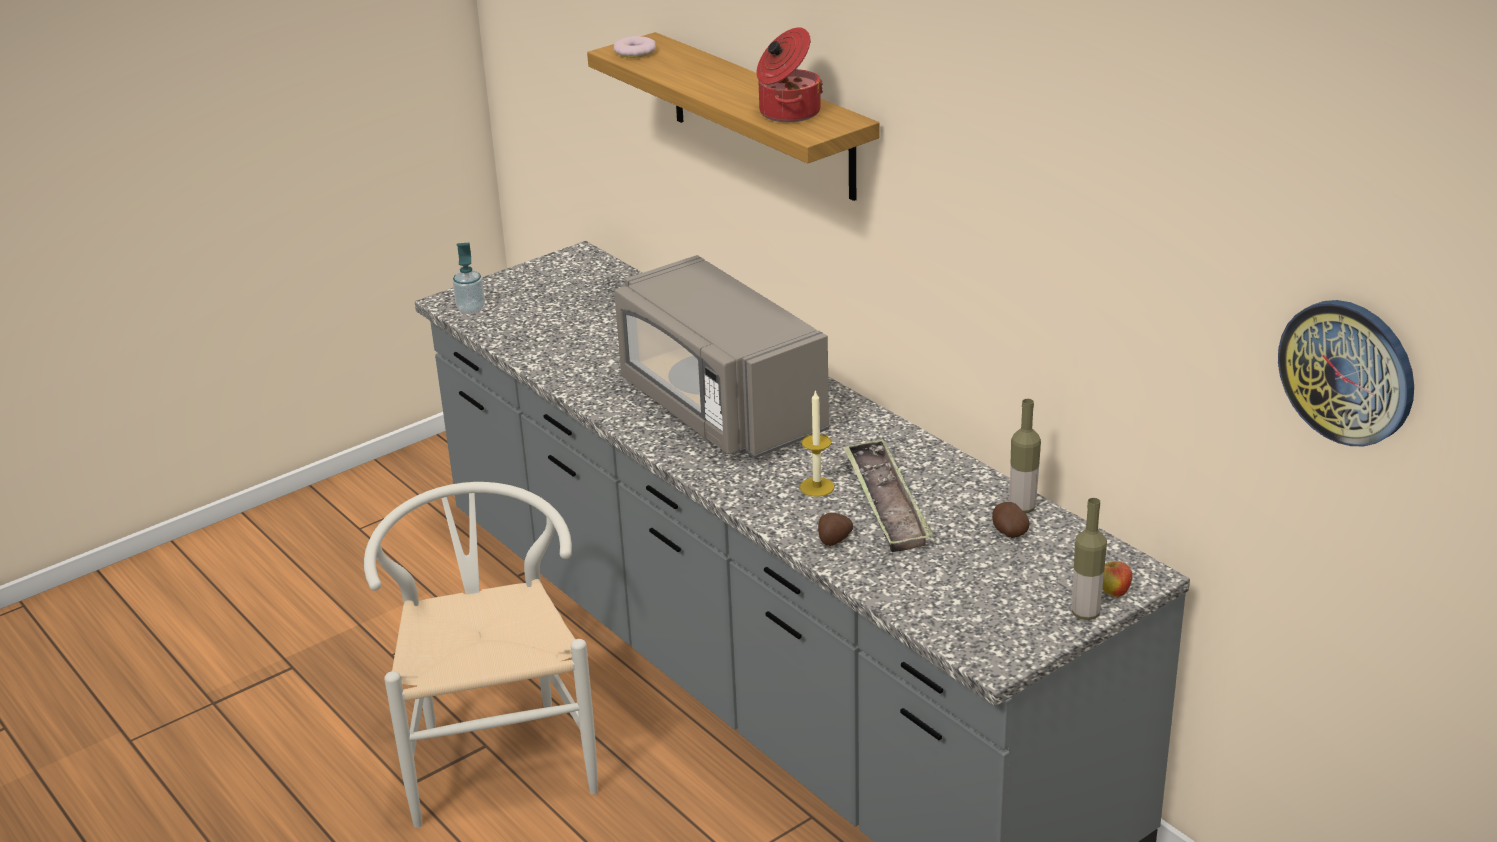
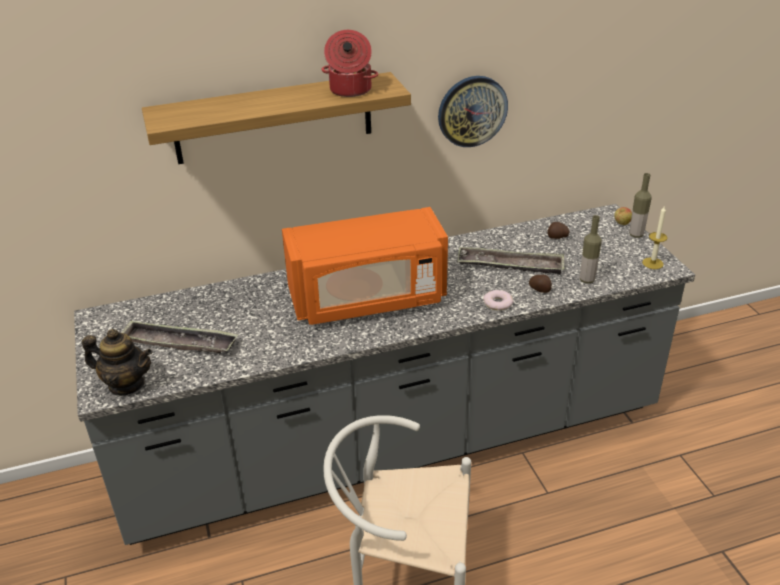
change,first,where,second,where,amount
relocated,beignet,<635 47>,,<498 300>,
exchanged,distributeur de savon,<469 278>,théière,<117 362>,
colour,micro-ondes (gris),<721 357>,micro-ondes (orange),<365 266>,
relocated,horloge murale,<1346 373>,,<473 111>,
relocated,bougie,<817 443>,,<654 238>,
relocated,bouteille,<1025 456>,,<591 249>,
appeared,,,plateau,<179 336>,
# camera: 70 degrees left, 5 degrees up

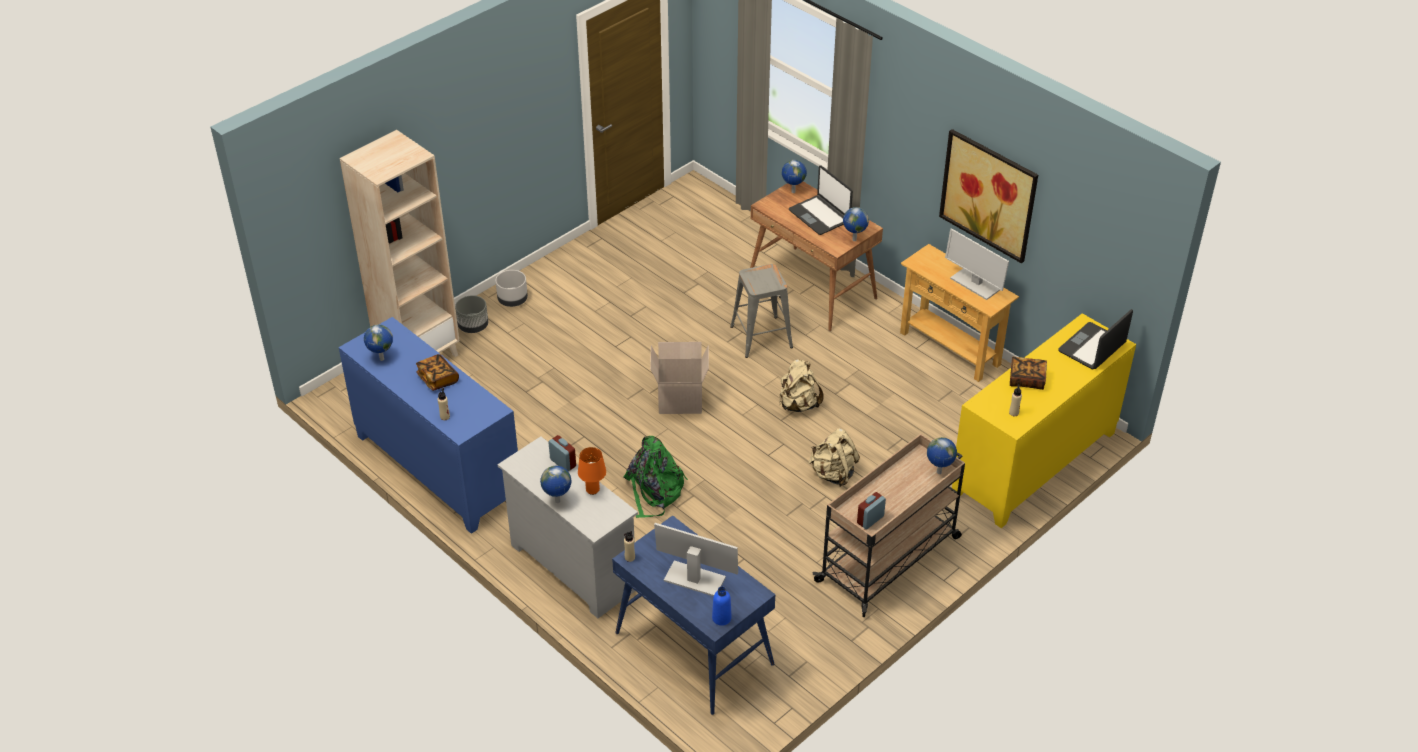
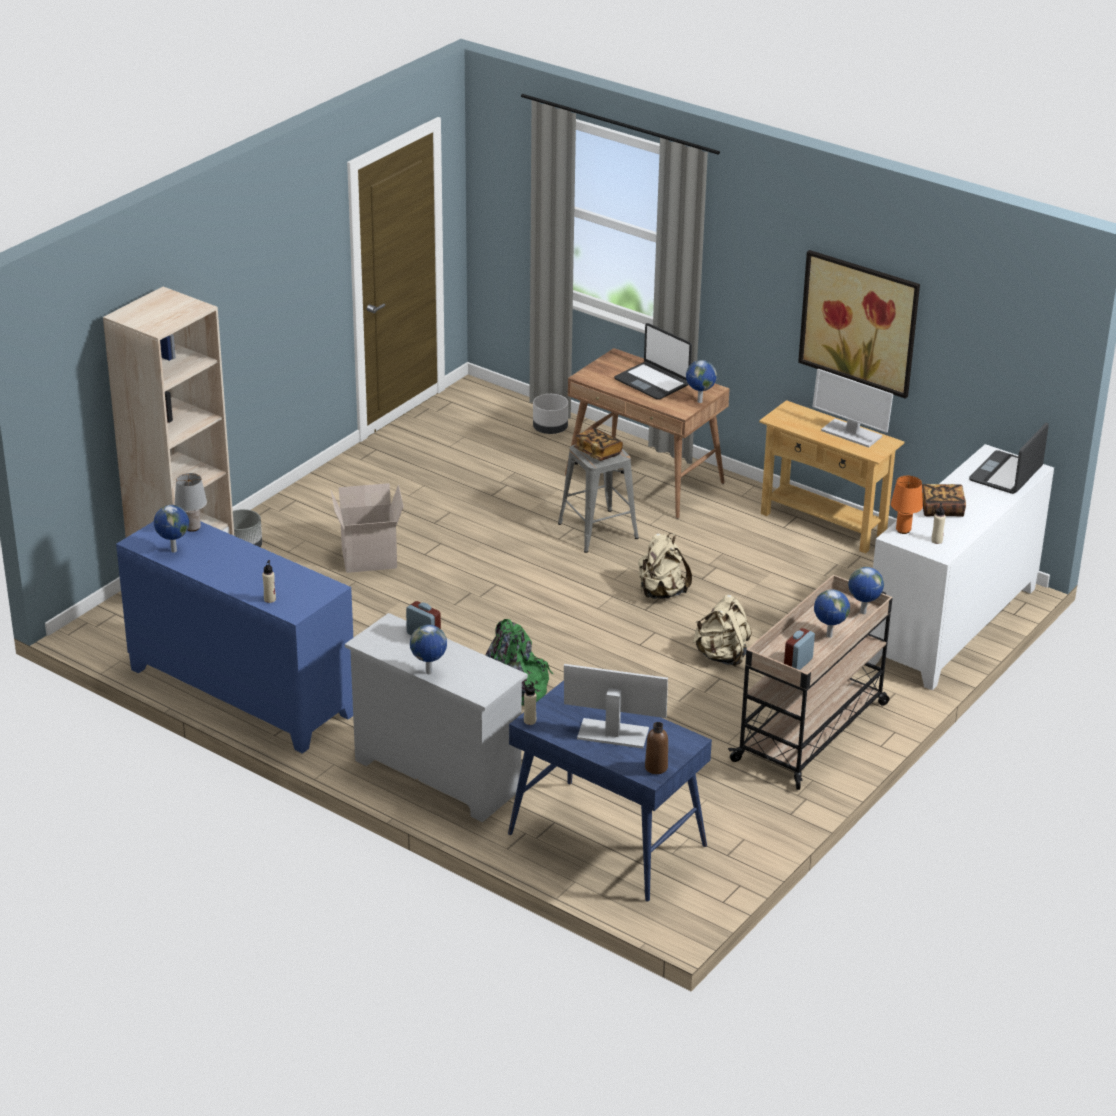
change,first,where,second,where,amount
relocated,globe,<794 176>,,<832 613>,
relocated,cache-pot (gris),<511 288>,,<550 414>,
colour,meuble de rangement (jaune),<1044 420>,meuble de rangement (blanc),<961 567>,
relocated,carton,<679 378>,,<367 528>,
relocated,livre,<437 372>,,<598 444>,
relocated,lampe de table (orange),<592 471>,,<907 505>,
colour,bouteille (bleu),<722 606>,bouteille (marron),<656 748>,
appeared,,,lampe de table (gris),<191 502>,
# camera: 10 degrees left, 10 degrees down

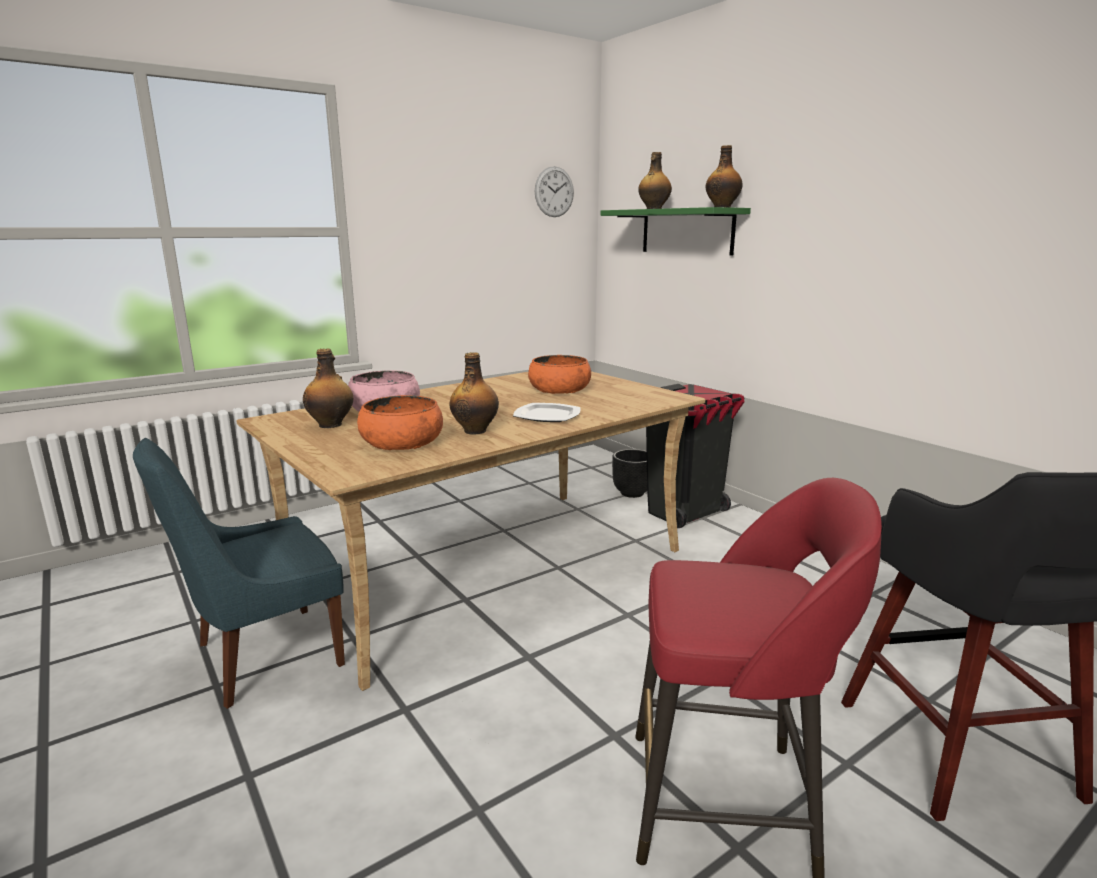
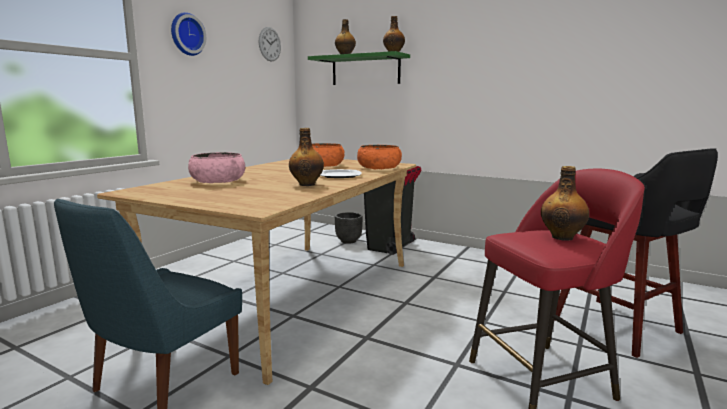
change,first,where,second,where,amount
relocated,bouteille,<328 388>,,<565 203>,
relocated,bol (orange),<400 422>,,<379 157>,
appeared,,,horloge murale,<188 34>,
# camera: 25 degrees left, 5 degrees down

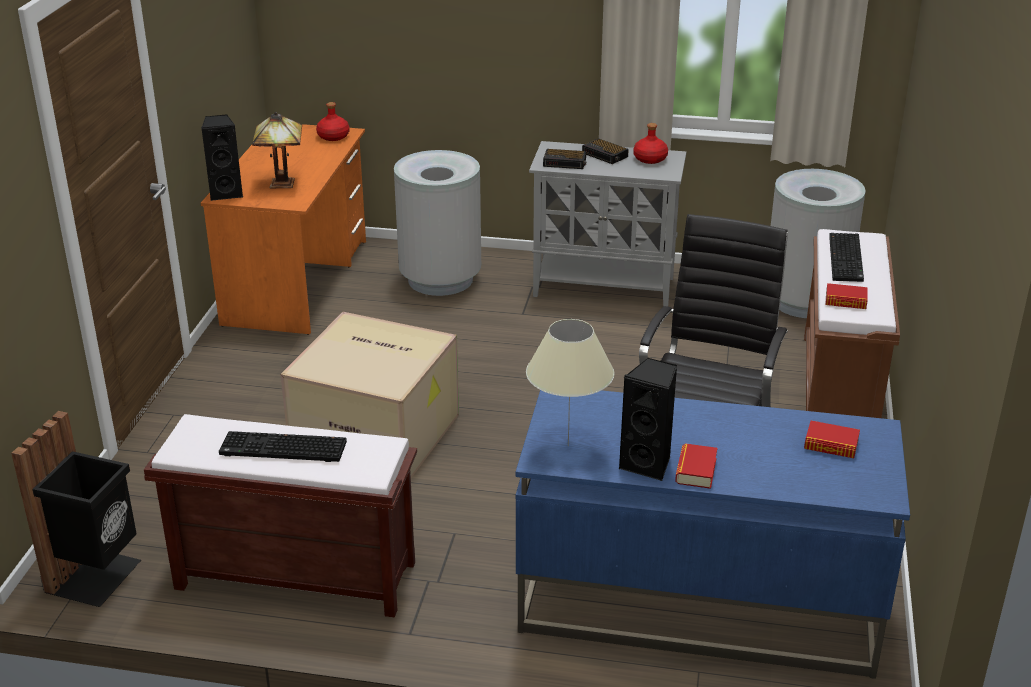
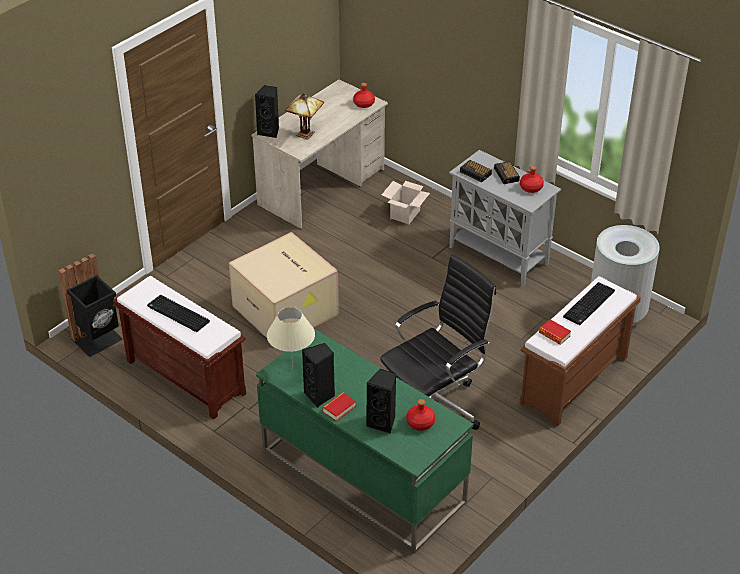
change,first,where,second,where,amount
colour,bureau (orange),<283 229>,bureau (beige),<319 154>,
exchanged,poubelle (gris),<437 223>,carton,<406 202>,
colour,bureau (bleu),<713 534>,bureau (vert),<365 441>,
exchanged,livre,<832 439>,bouteille (rouge),<420 415>,
appeared,,,enceinte (noir),<381 401>,
# camera: 30 degrees right, 10 degrees up

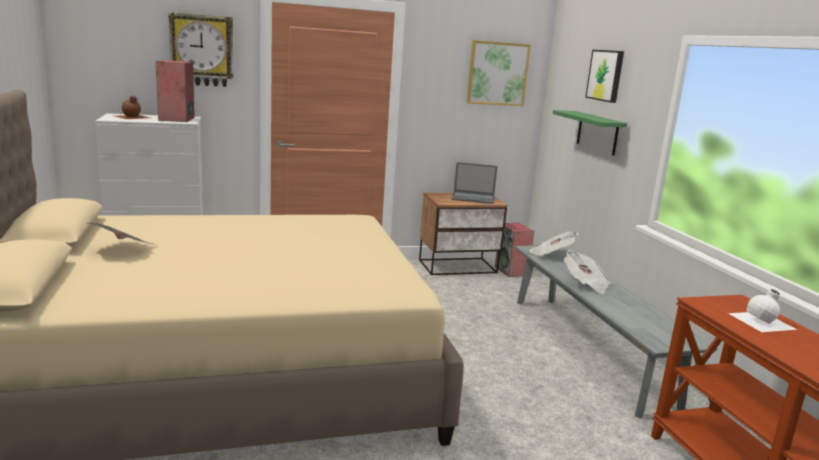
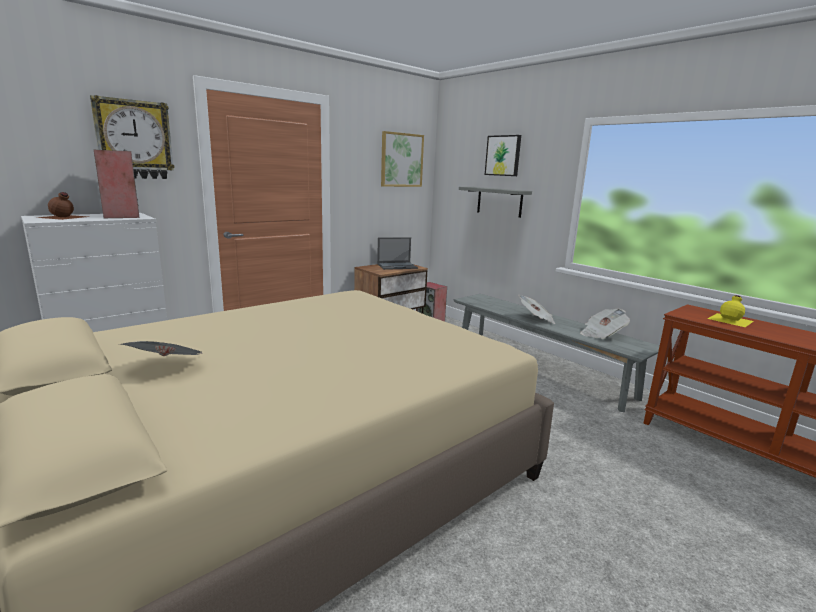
change,first,where,second,where,amount
colour,étagère (vert),<590 133>,étagère (gris),<495 202>,
relocated,journal,<554 243>,,<605 324>,
colour,bouteille (blanc),<762 310>,bouteille (jaune),<730 311>,
# camera: 25 degrees left, 0 degrees up

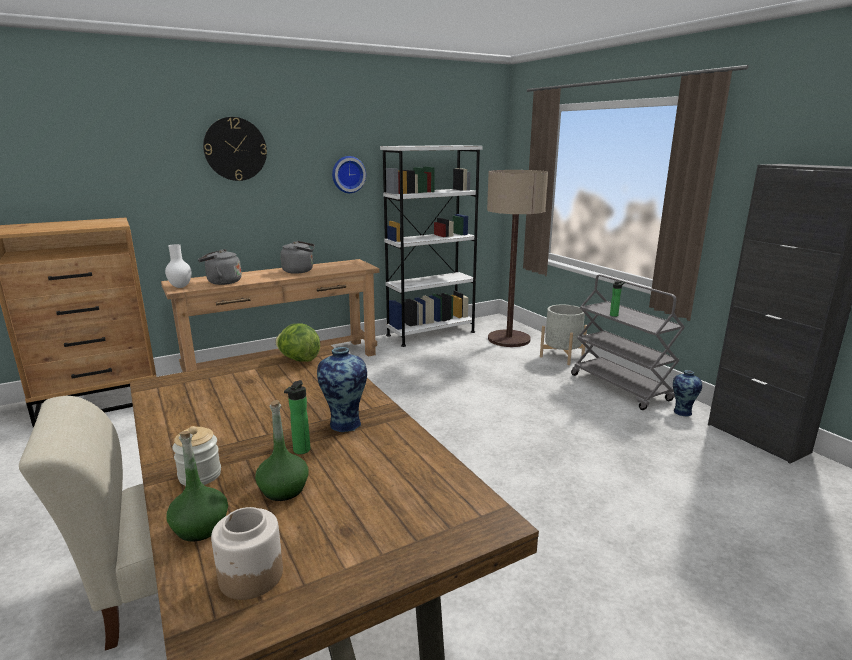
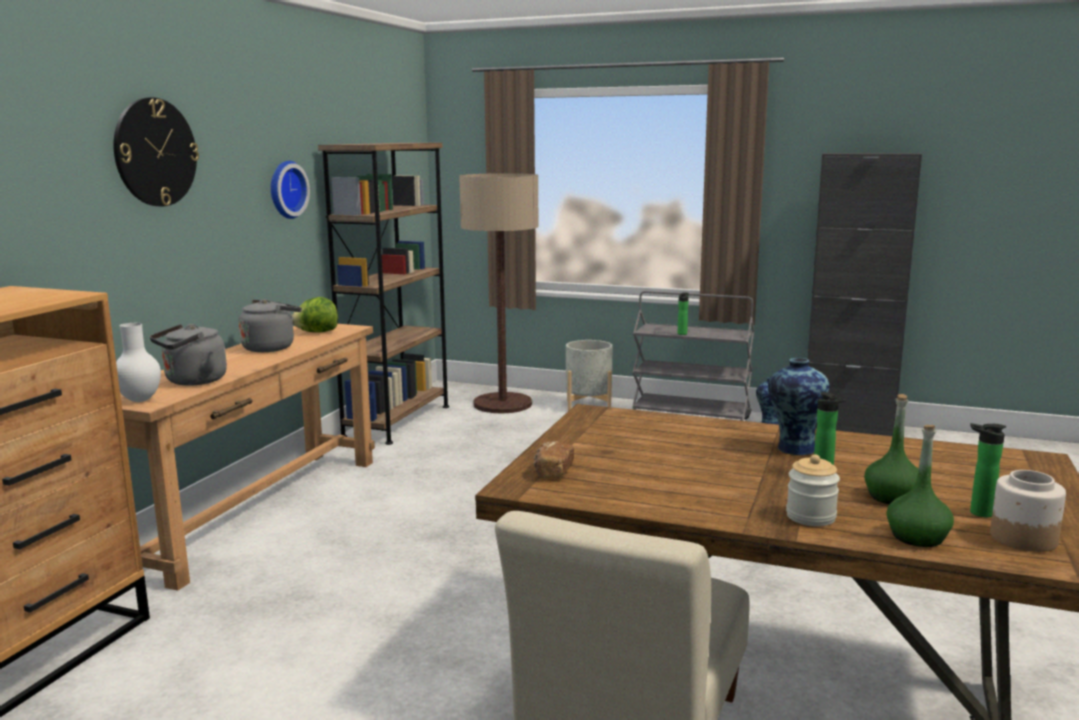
change,first,where,second,where,amount
colour,bibliothèque (blanc),<431 246>,bibliothèque (marron),<383 294>,
relocated,laitue,<297 343>,,<315 315>,
appeared,,,bouteille,<988 470>,
appeared,,,pain,<554 459>,
# camera: 40 degrees left, 5 degrees down

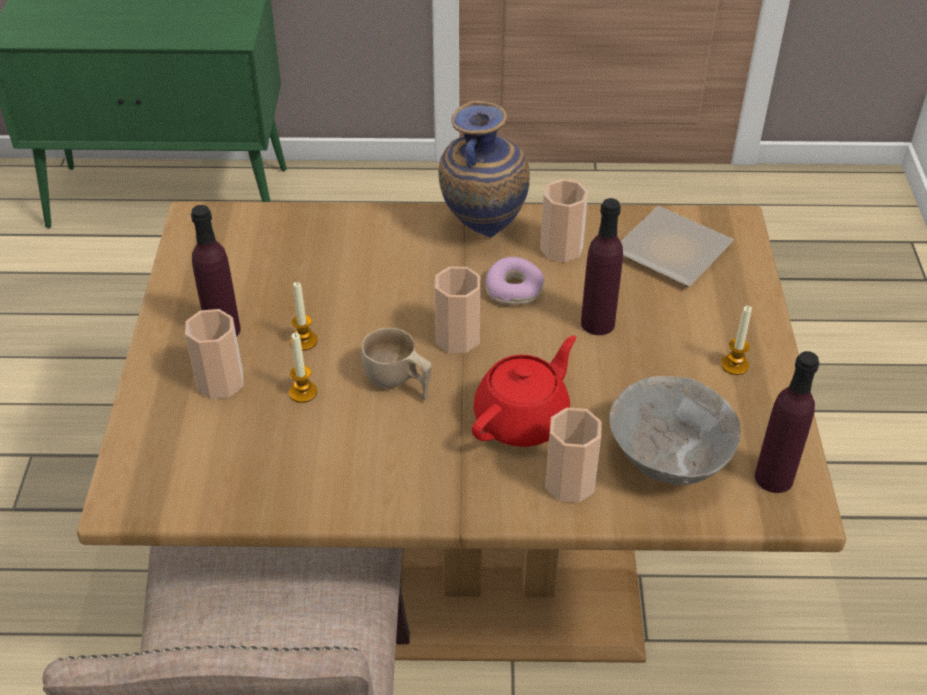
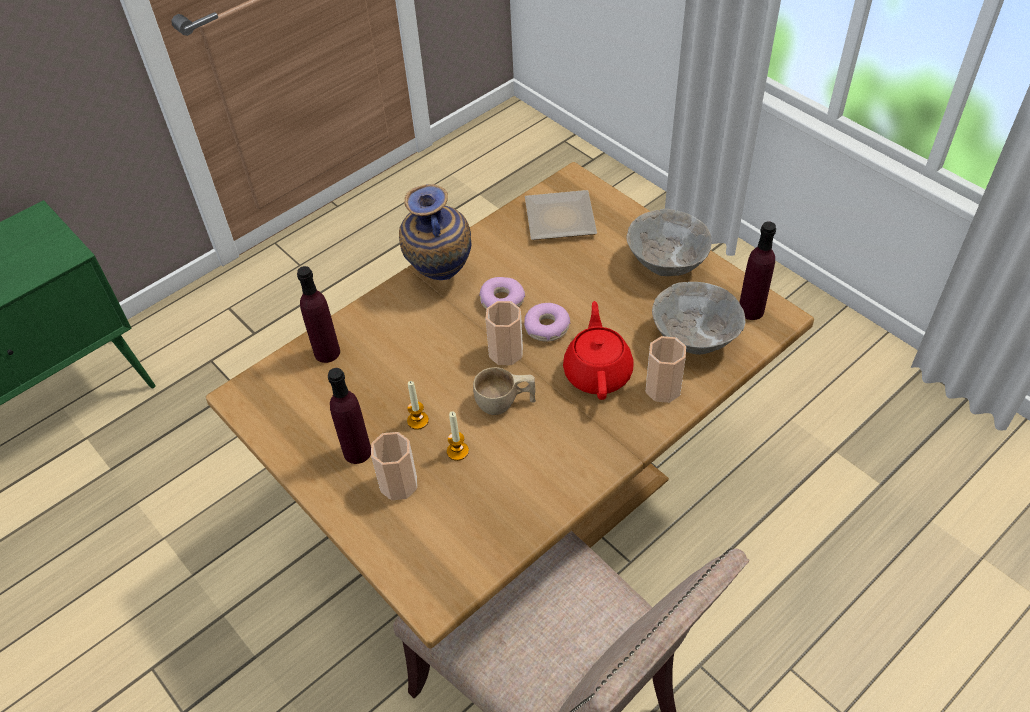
change,first,where,second,where,amount
missing,tasse,<564 220>,,,
relocated,bouteille (violet),<602 266>,,<318 314>,
exchanged,bougie,<736 340>,bol (gris),<669 242>,
appeared,,,beignet,<547 322>,
# camera: 40 degrees left, 5 degrees up

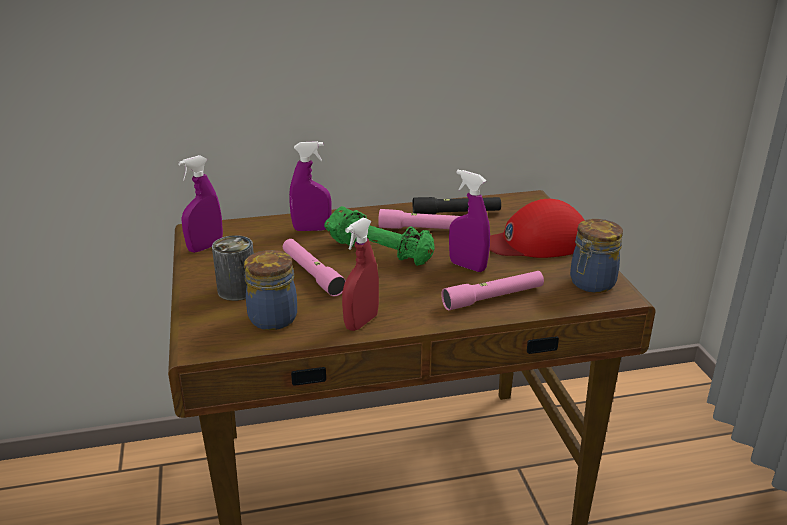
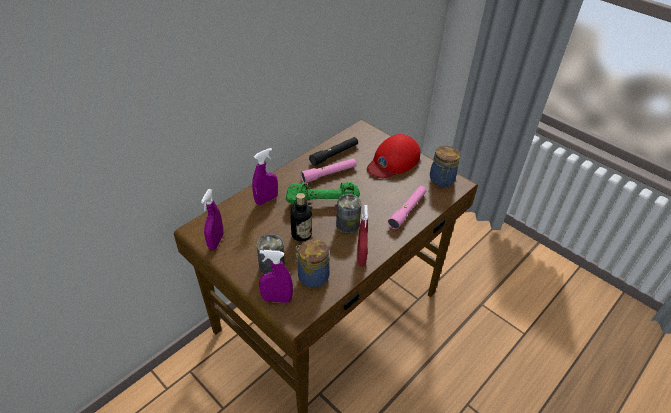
change,first,where,second,where,amount
relocated,vaporisateur (violet),<469 221>,,<276 276>,
exchanged,lampe de poche (rose),<314 267>,bouteille,<301 217>,
appeared,,,boîte métallique,<348 214>,
# camera: 35 degrees left, 15 degrees up

